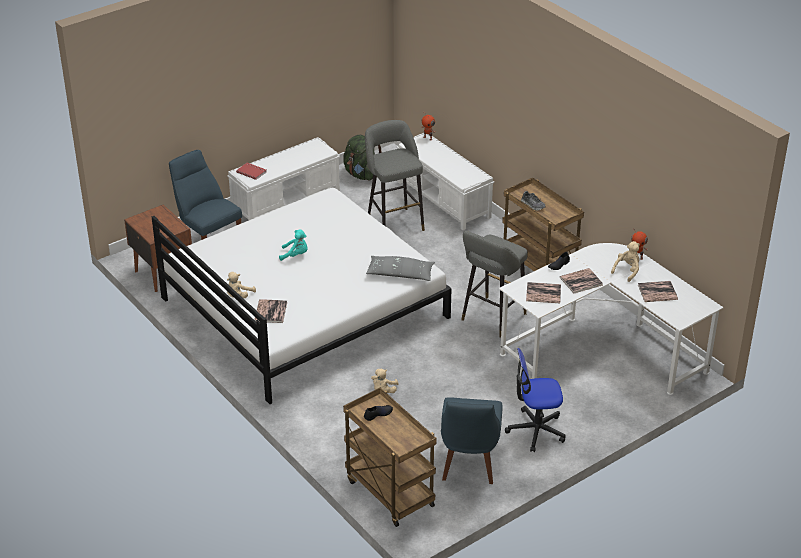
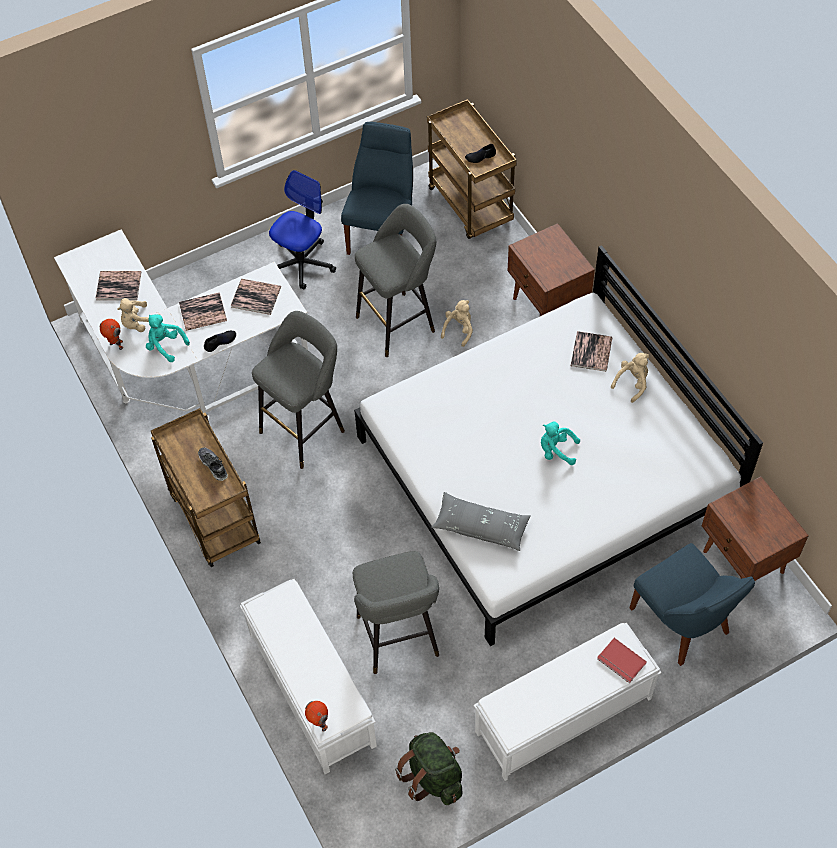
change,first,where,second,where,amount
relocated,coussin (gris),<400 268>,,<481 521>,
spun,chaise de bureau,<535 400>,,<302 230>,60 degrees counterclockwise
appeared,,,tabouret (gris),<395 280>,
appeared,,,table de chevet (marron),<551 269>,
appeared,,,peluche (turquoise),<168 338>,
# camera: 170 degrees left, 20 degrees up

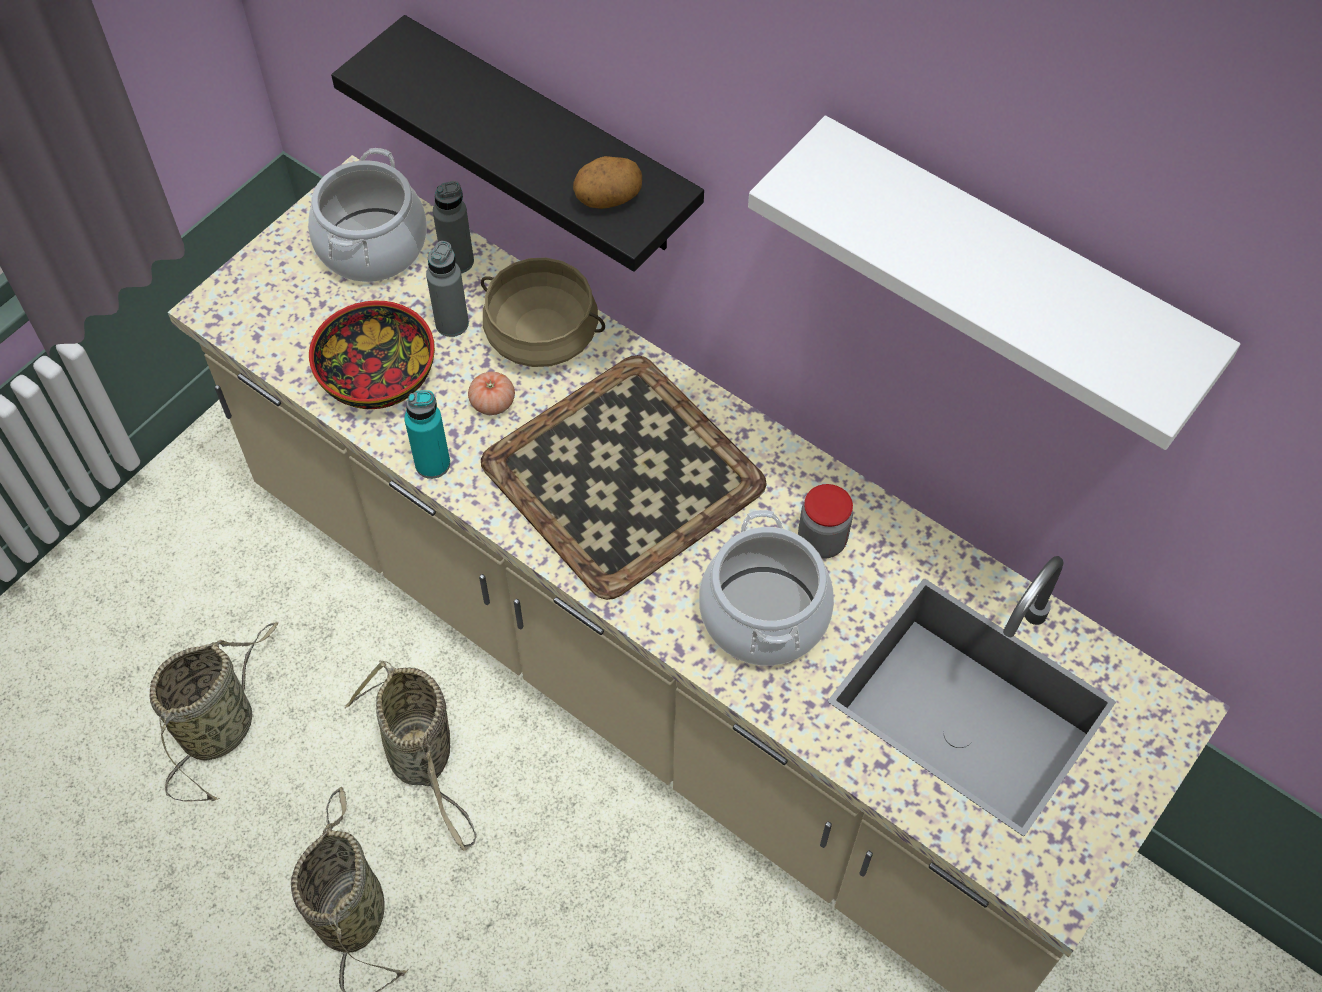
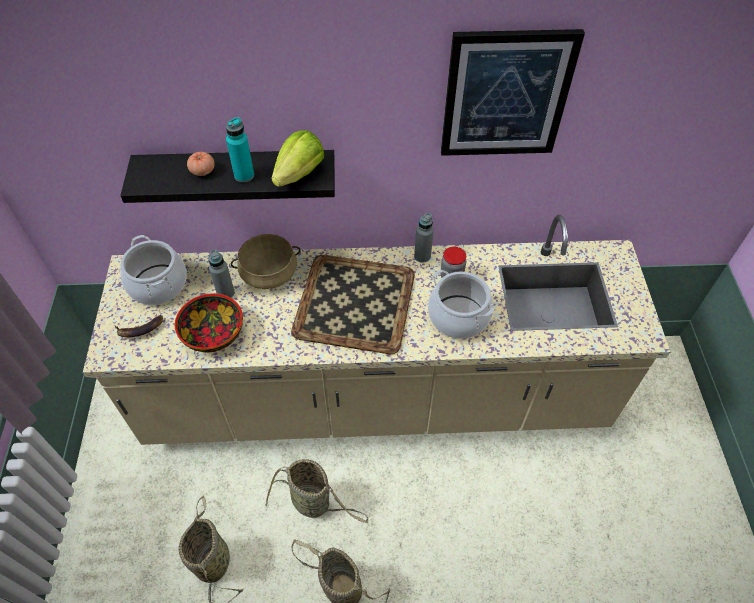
change,first,where,second,where,amount
exchanged,étagère (blanc),<994 283>,tableau,<513 92>,
exchanged,pomme de terre,<607 182>,laitue,<298 158>,
relocated,bouteille (gris),<453 227>,,<424 238>,
relocated,tomate,<491 393>,,<201 164>,
relocated,bouteille (turquoise),<427 434>,,<240 150>,
appeared,,,banane,<139 326>,
# camera: 40 degrees left, 5 degrees down

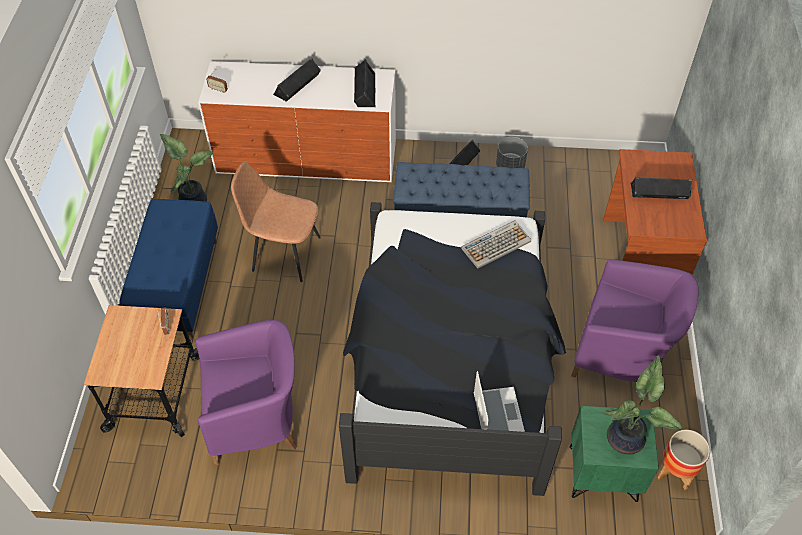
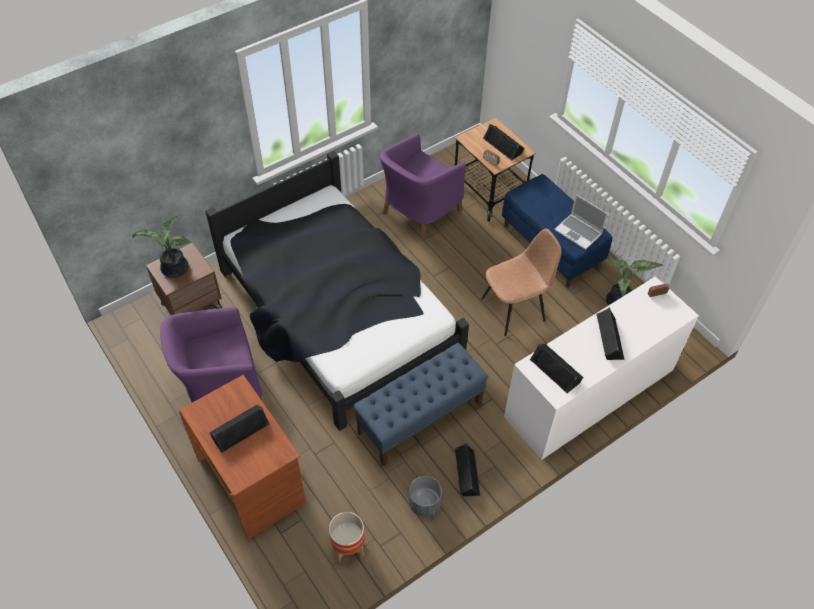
change,first,where,second,where,amount
missing,clavier,<496 244>,,,
relocated,ordinateur portable,<499 401>,,<581 222>,
colour,table de chevet (vert),<614 454>,table de chevet (marron),<184 279>,
relocated,cache-pot,<684 460>,,<347 537>,
appeared,,,enceinte (noir),<504 142>,
# camera: 140 degrees right, 0 degrees up

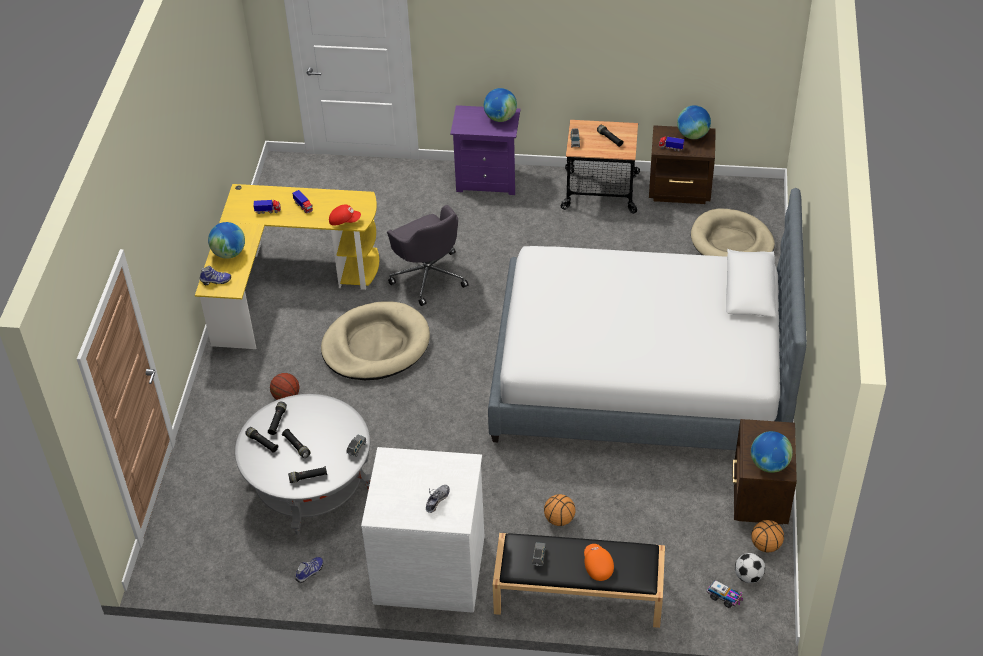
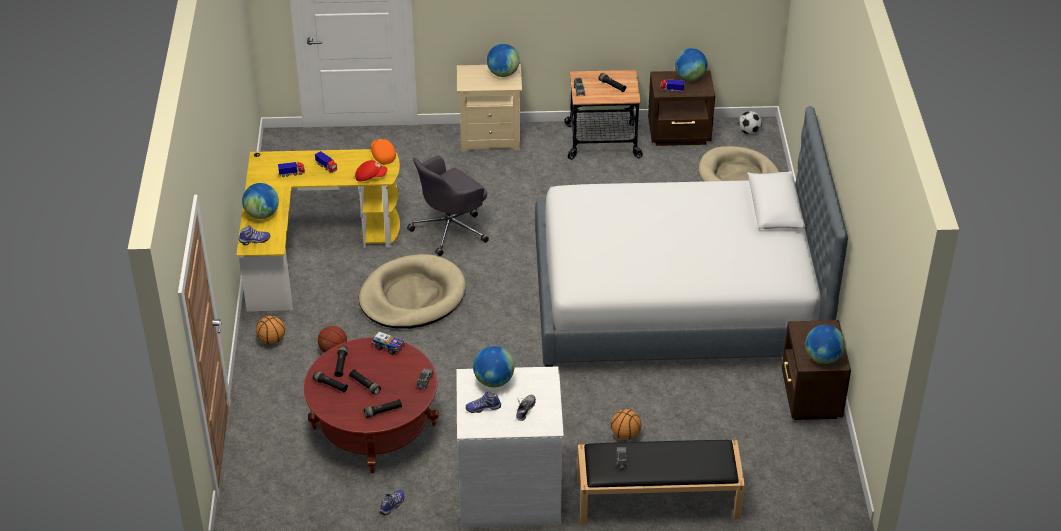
change,first,where,second,where,amount
colour,table de chevet (violet),<485 150>,table de chevet (beige),<489 108>,
spun,chaise de bureau (gris),<428 255>,,<448 206>,90 degrees clockwise
colour,table basse (gris),<303 464>,table basse (rouge),<371 405>,
relocated,ballon de basket,<768 536>,,<270 330>,
relocated,casquette (orange),<599 562>,,<383 151>,
relocated,ballon de foot,<750 568>,,<750 123>,
relocated,camion jouet,<725 594>,,<388 343>,
appeared,,,globe,<493 367>,
appeared,,,chaussure,<483 402>,
# camera: 10 degrees left, 5 degrees down

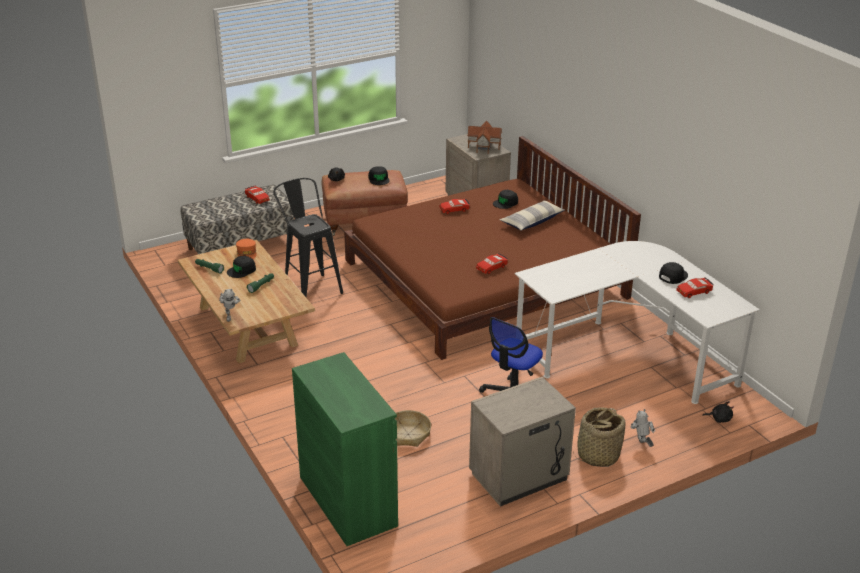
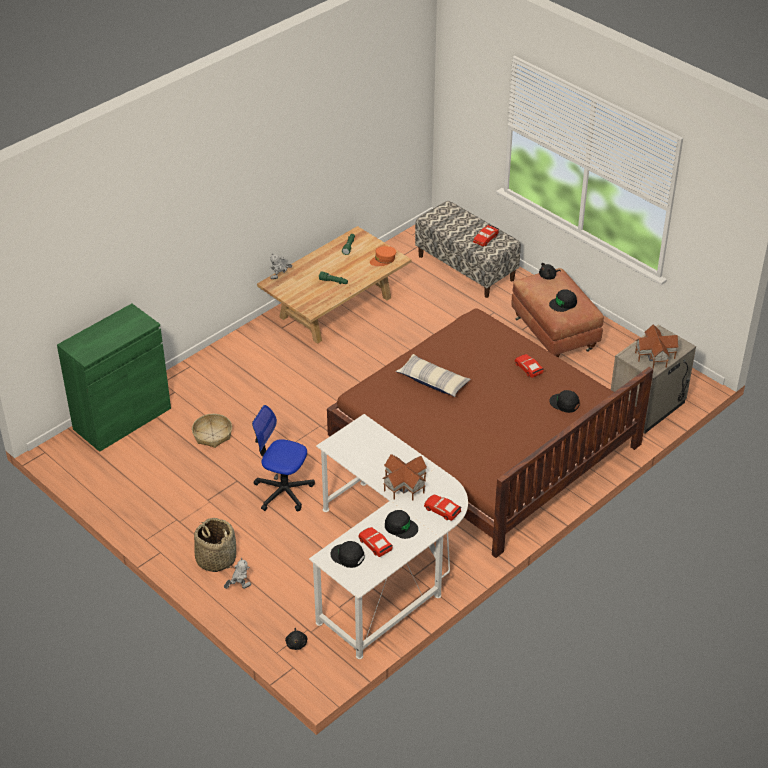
change,first,where,second,where,amount
missing,tabouret (noir),<308 237>,,,
relocated,coussin,<532 215>,,<433 375>,
relocated,petite voiture (rouge),<492 263>,,<443 507>,
relocated,casquette (noir),<241 267>,,<347 554>,
missing,table de chevet (beige),<522 442>,,,
appeared,,,maison miniature,<405 477>,
# camera: 75 degrees right, 10 degrees up

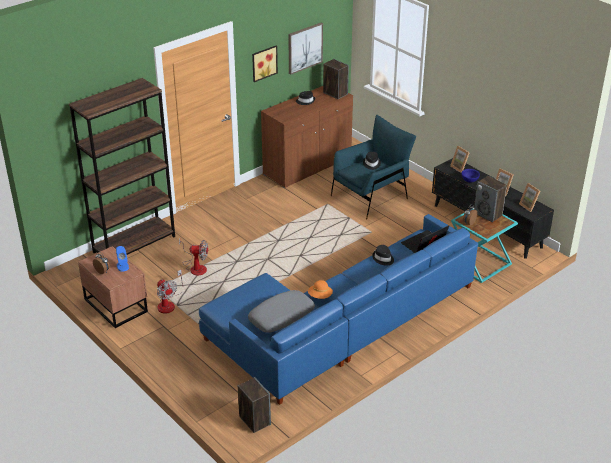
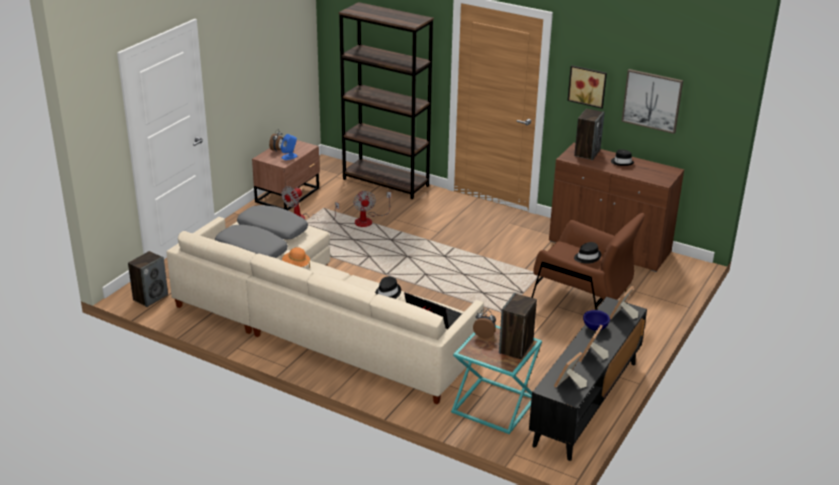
change,first,where,second,where,amount
relocated,enceinte,<336 79>,,<589 134>,
colour,fauteuil (bleu),<373 167>,fauteuil (marron),<588 261>,
colour,canapé (bleu),<338 309>,canapé (beige),<325 311>,
appeared,,,coussin (gris),<272 222>,
# camera: 70 degrees right, 5 degrees down

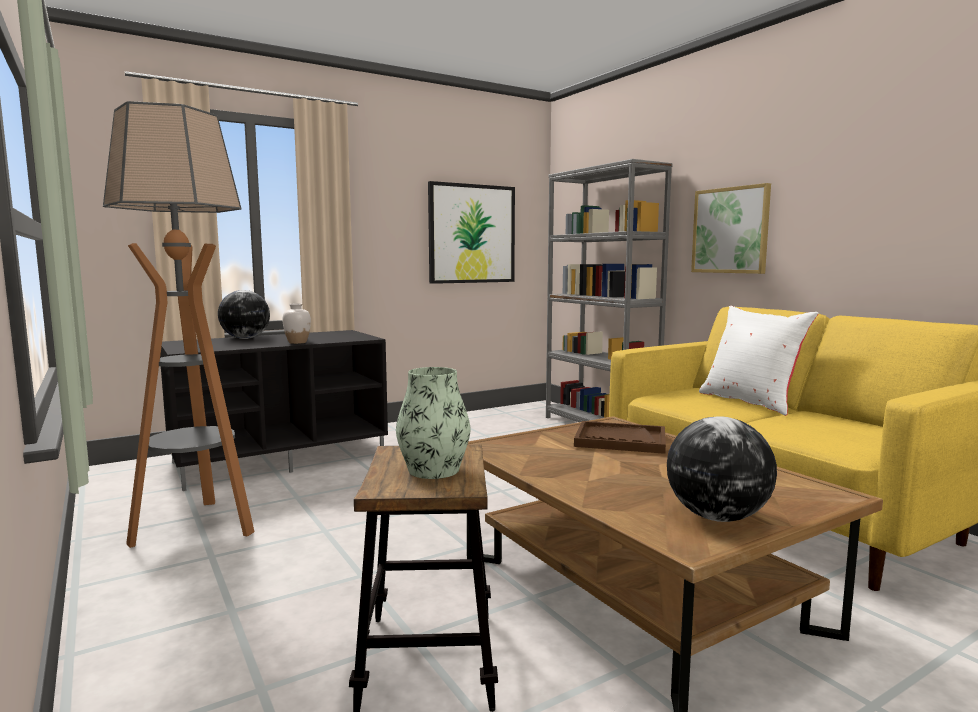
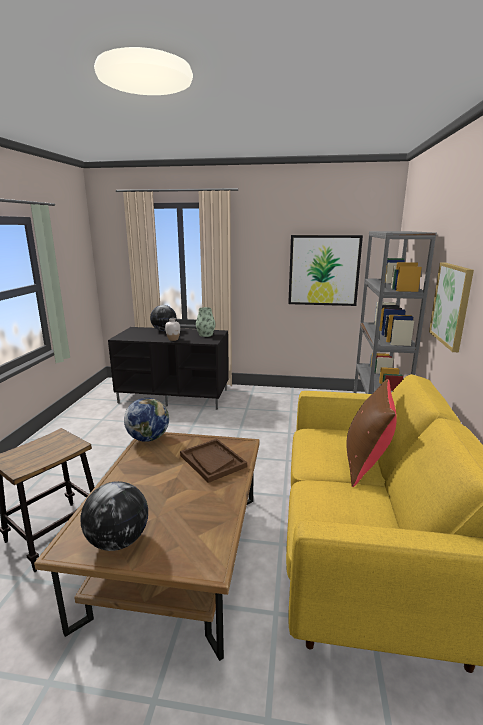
change,first,where,second,where,amount
missing,lampadaire,<179 324>,,,
colour,coussin (blanc),<759 361>,coussin (marron),<371 433>,
relocated,vase,<433 423>,,<205 322>,
appeared,,,globe,<146 420>,
# camera: 40 degrees right, 10 degrees up

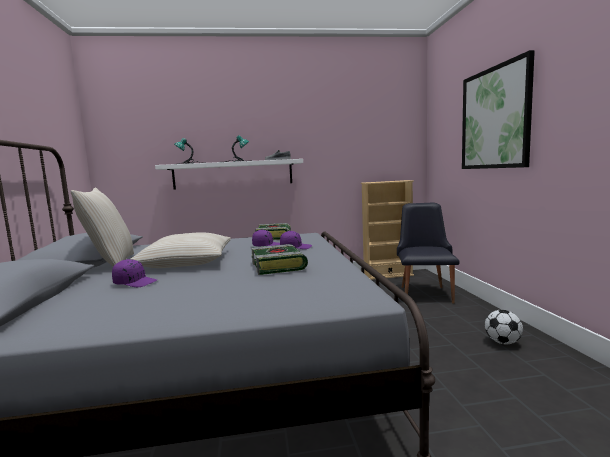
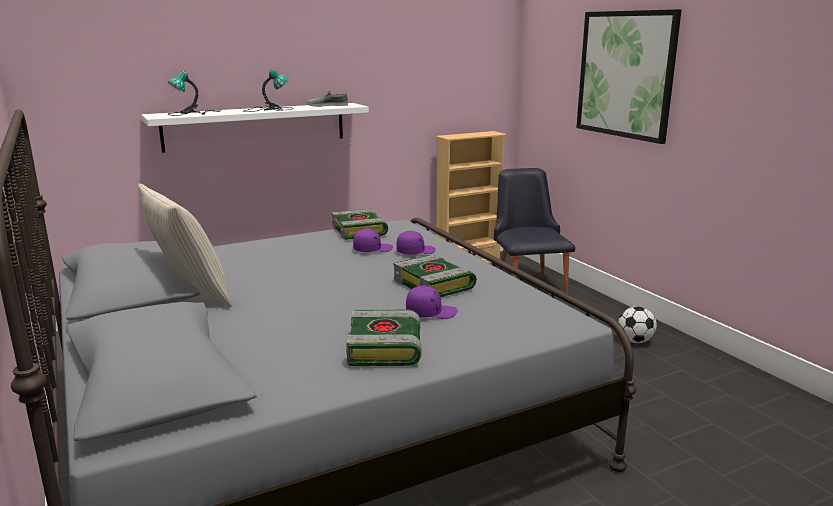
change,first,where,second,where,amount
missing,coussin (beige),<181 250>,,,
relocated,casquette (violet),<134 273>,,<432 302>,
appeared,,,livre,<384 338>,
# camera: 20 degrees left, 10 degrees up

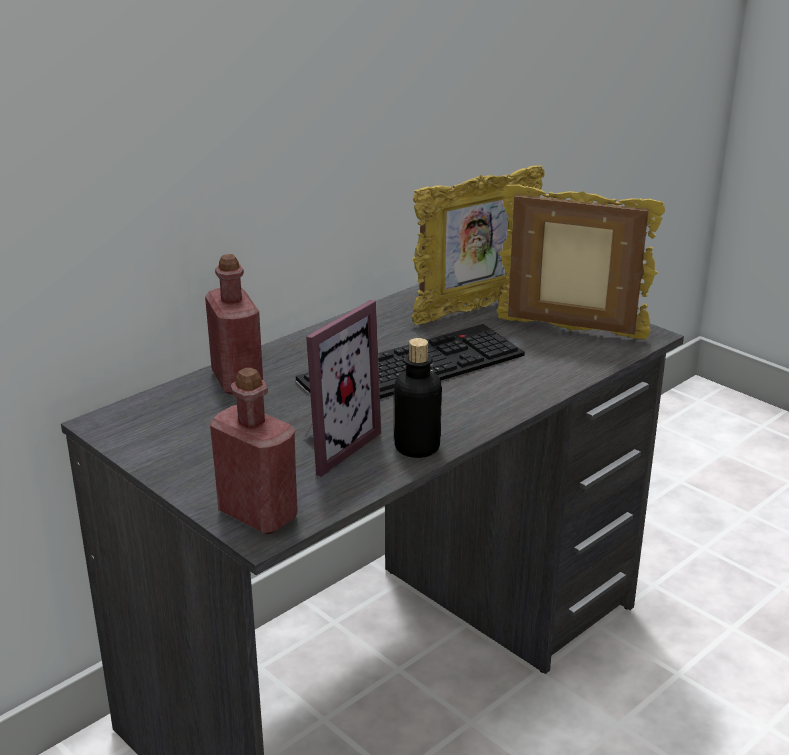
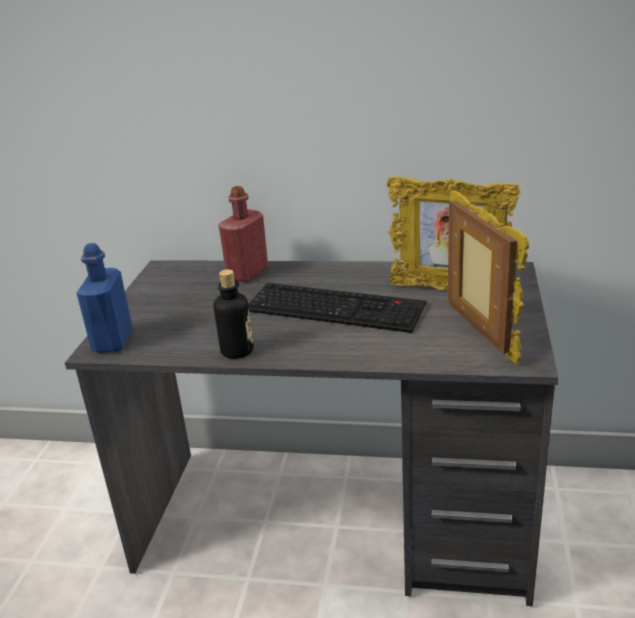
change,first,where,second,where,amount
missing,cadre photo,<343 388>,,,
colour,bouteille (rouge),<254 451>,bouteille (bleu),<104 298>,
# camera: 55 degrees right, 0 degrees up

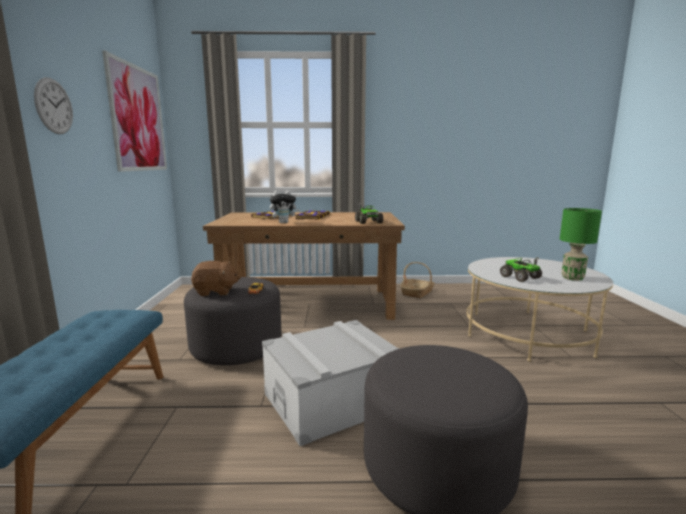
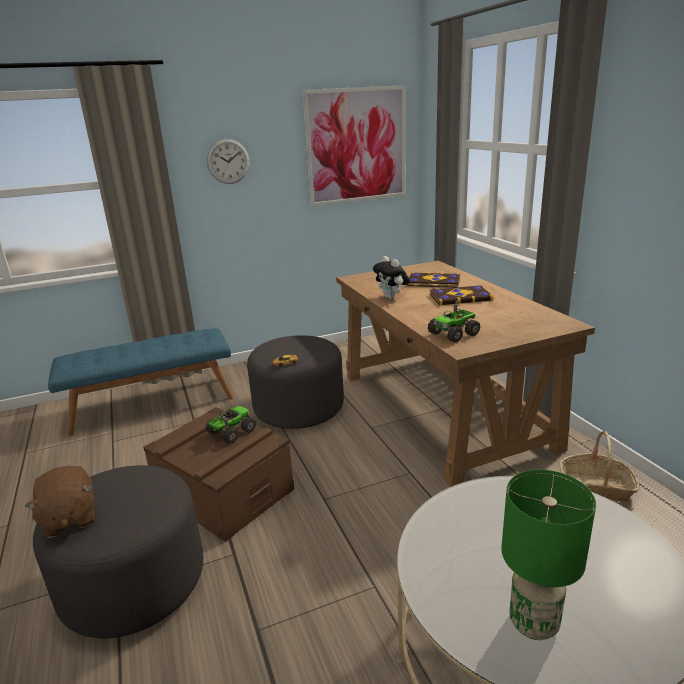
change,first,where,second,where,amount
relocated,camion jouet,<521 269>,,<231 425>,
relocated,peluche (marron),<216 278>,,<60 502>,
colour,boîte de rangement (gris),<330 383>,boîte de rangement (marron),<218 474>,
# camera: 70 degrees right, 10 degrees up

